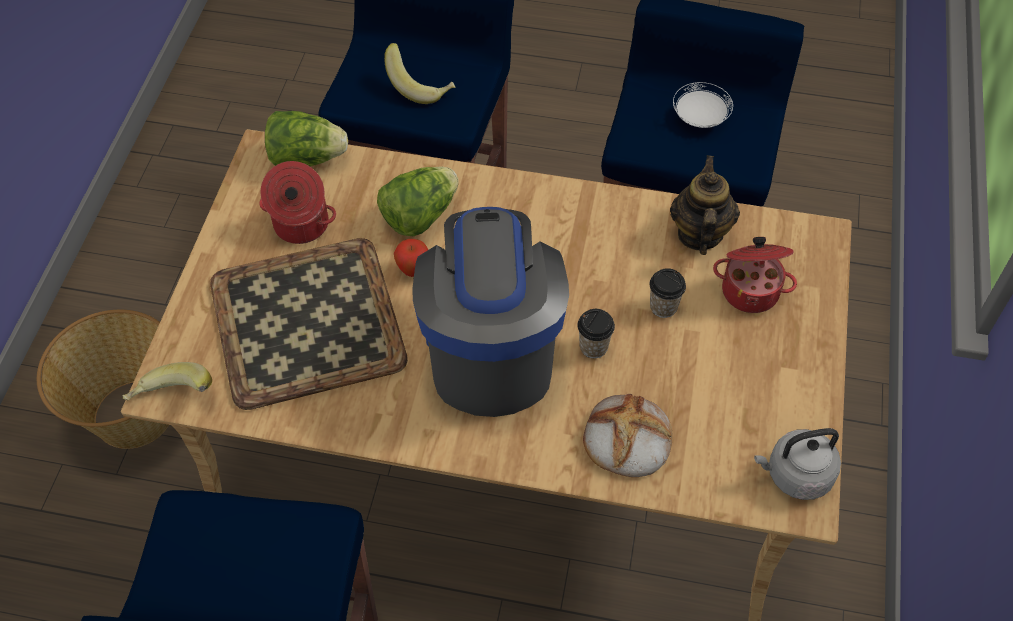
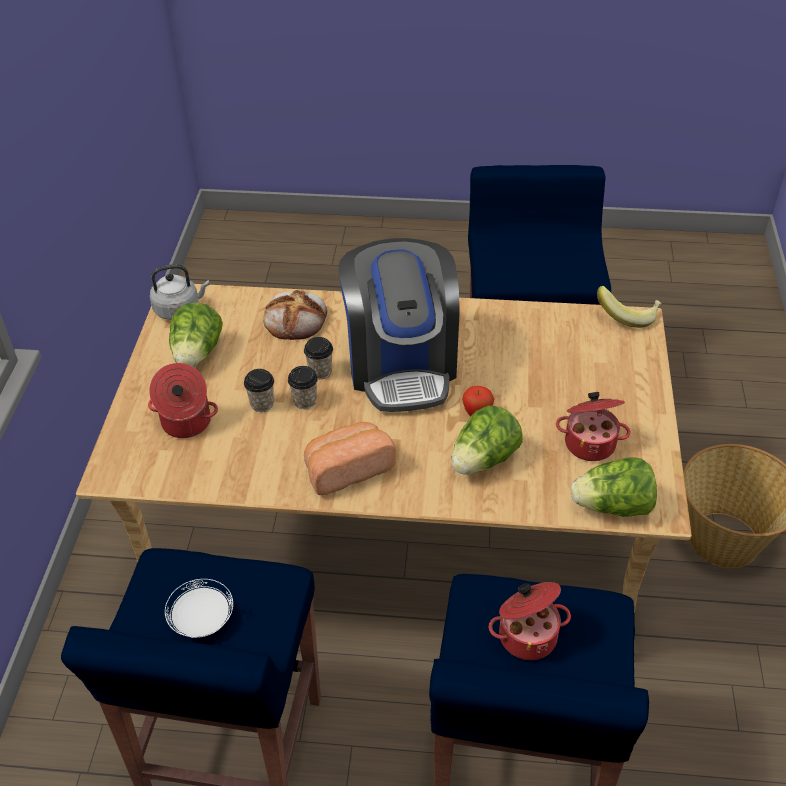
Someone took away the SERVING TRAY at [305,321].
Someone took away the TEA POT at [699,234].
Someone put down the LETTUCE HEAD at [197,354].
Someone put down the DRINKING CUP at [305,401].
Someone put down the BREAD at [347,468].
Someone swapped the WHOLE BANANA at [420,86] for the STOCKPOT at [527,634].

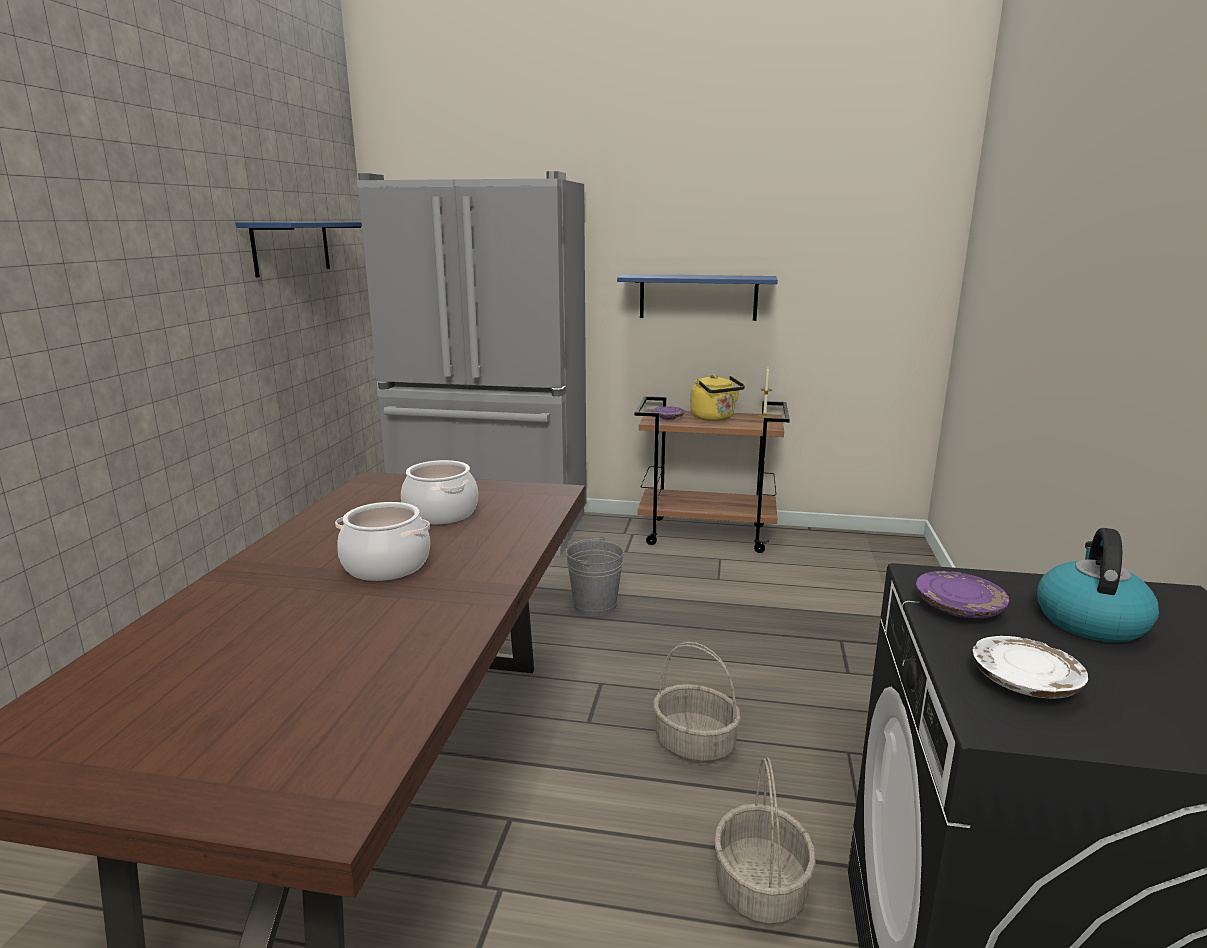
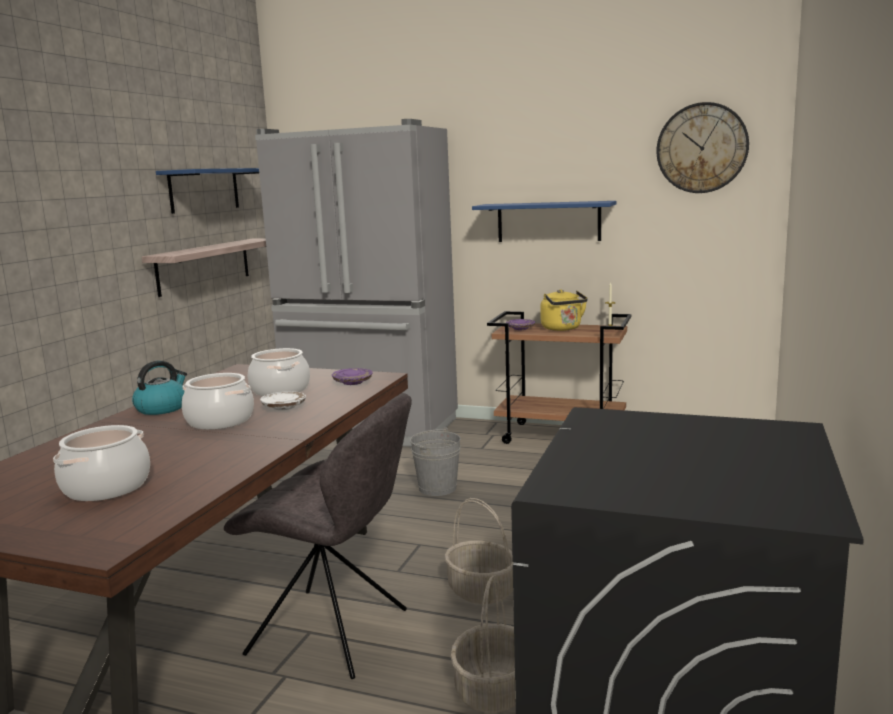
Someone put down the STOCKPOT at [106,487].
Someone put up the WALL SHELF at [204,266].
Someone put down the GREYISH CHAIR at [334,633].
Someone put up the HANGING CLOCK at [702,148].
Someone carried the PURPLISH PLATE from [958,608] to [353,382].
Someone carried the WHITISH PLATE from [1024,682] to [284,407].
Someone carried the KETTLE from [1089,620] to [162,408].

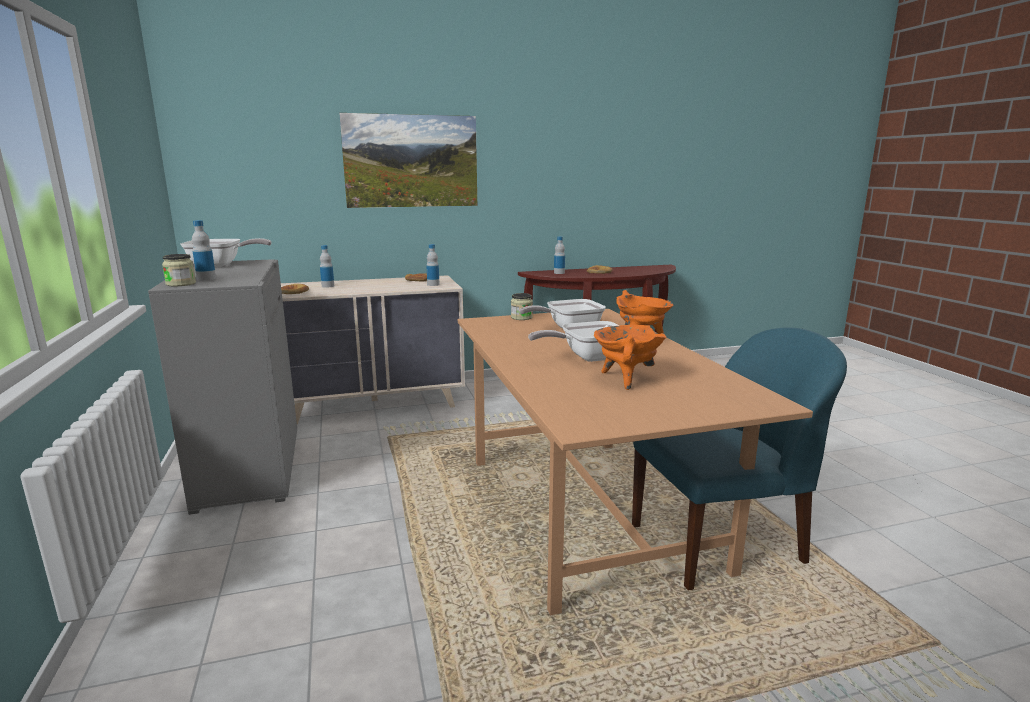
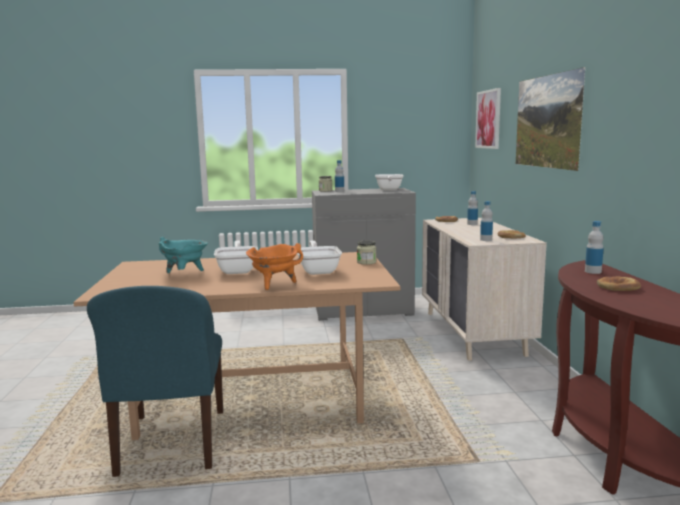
Someone put up the PICTURE at [488,119].
Someone repainted the ORANGEY STOCKPOT at [626,379], which became the TURQUOISE-COLOURED STOCKPOT at [184,274].

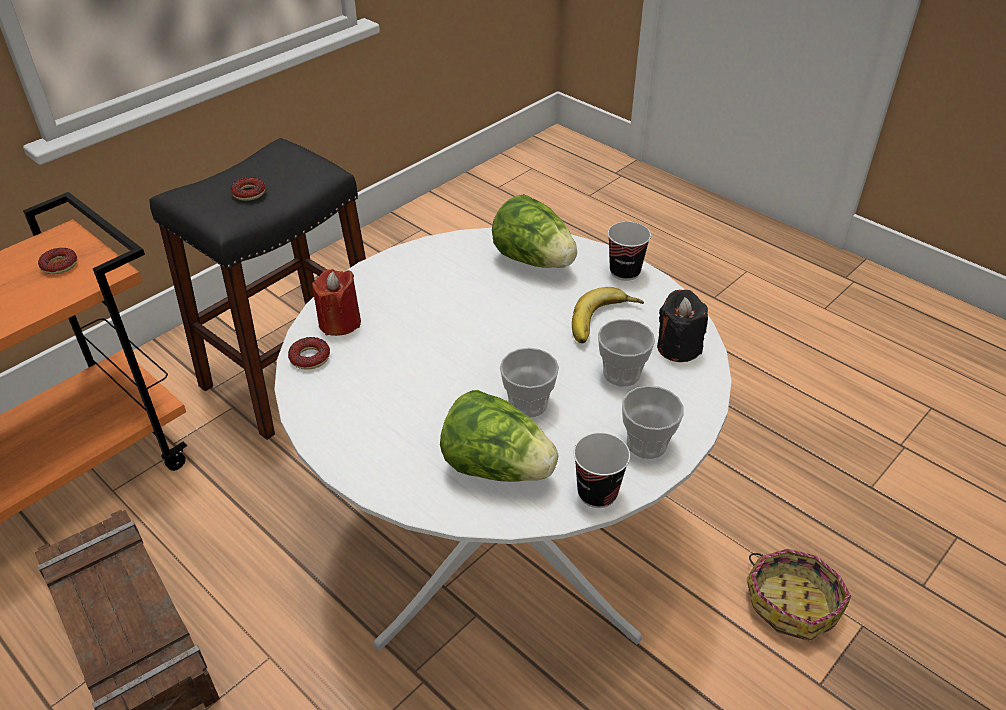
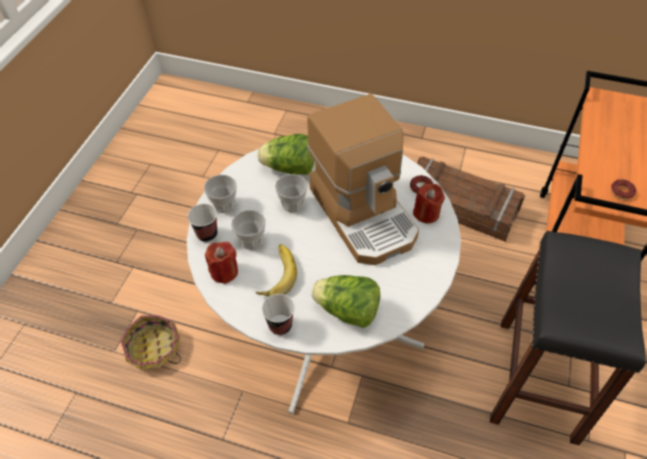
Someone took away the RING DOUGHNUT at [249,193].
Someone put down the COFFEE MACHINE at [364,213].
Someone carried the DRINKING CUP from [597,493] to [207,234].
Someone repainted the BLACKISH WAX CANDLE at [678,348], which became the REDDISH WAX CANDLE at [224,272].

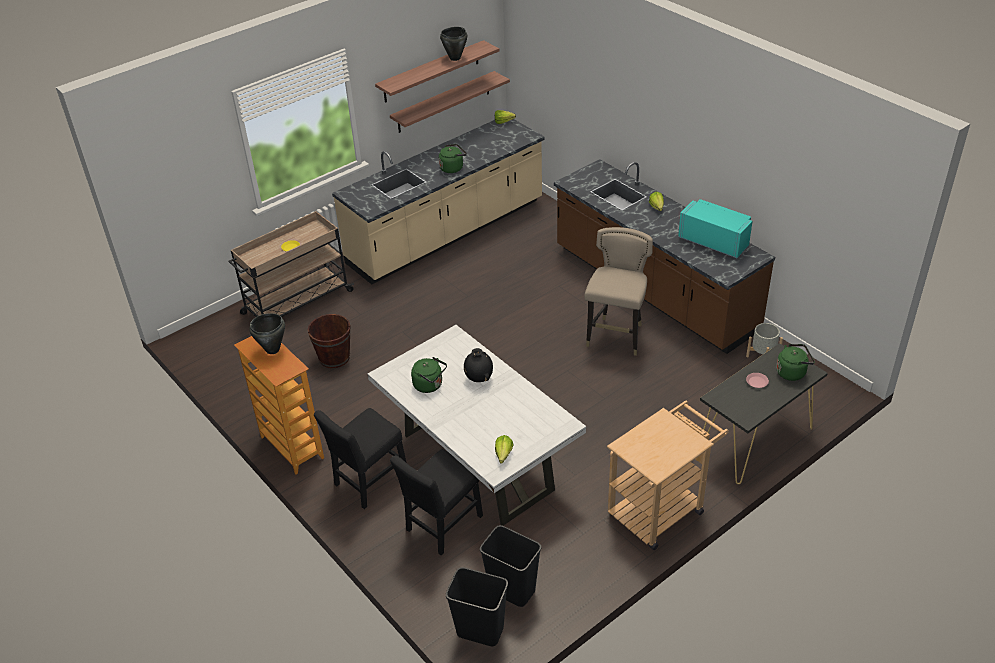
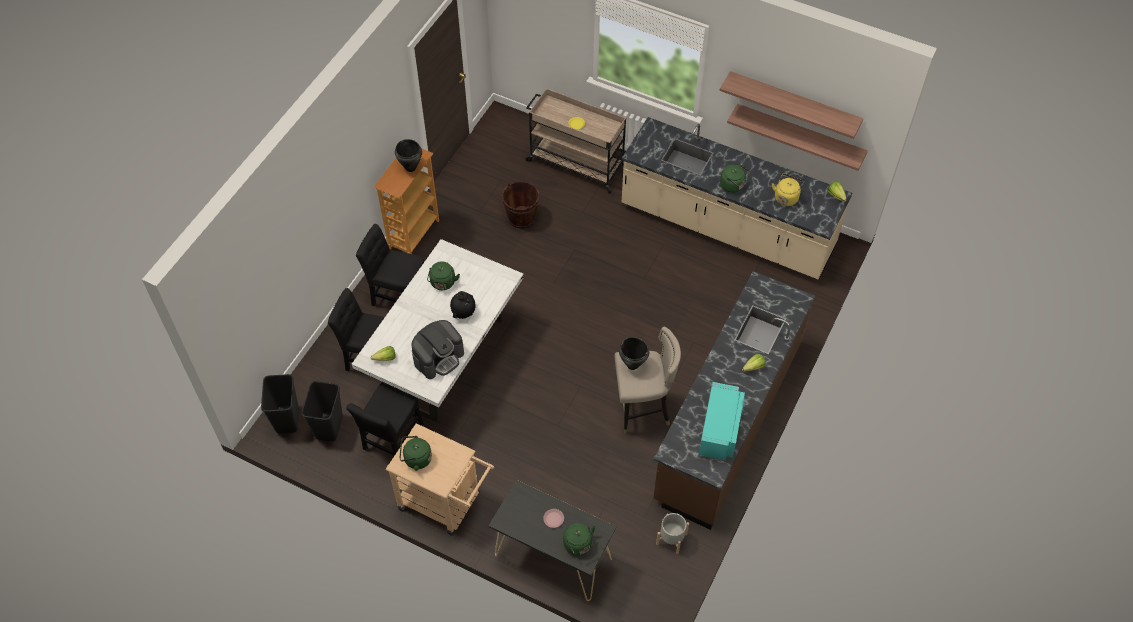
Someone put down the BLACKISH CHAIR at [392,440].
Someone put down the GREEN-COLOURED KETTLE at [416,459].
Someone put down the COFFEE MACHINE at [438,357].
Someone put down the YELLOWISH KETTLE at [786,197].
Someone carried the BLACKISH STOCKPOT from [454,58] to [632,364].

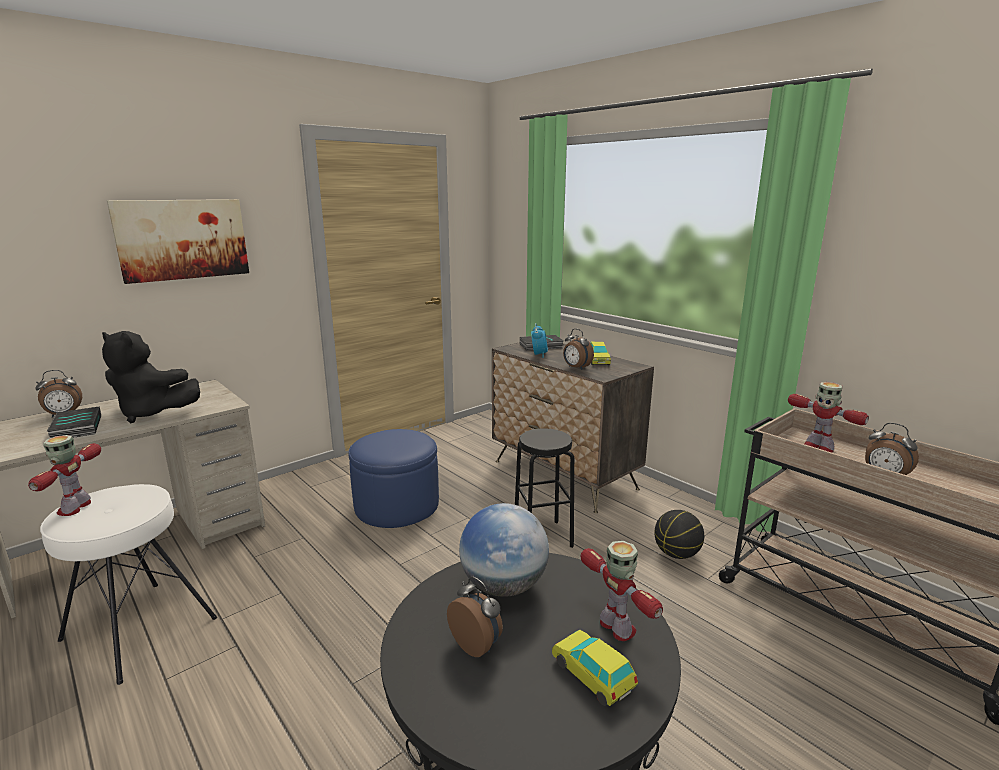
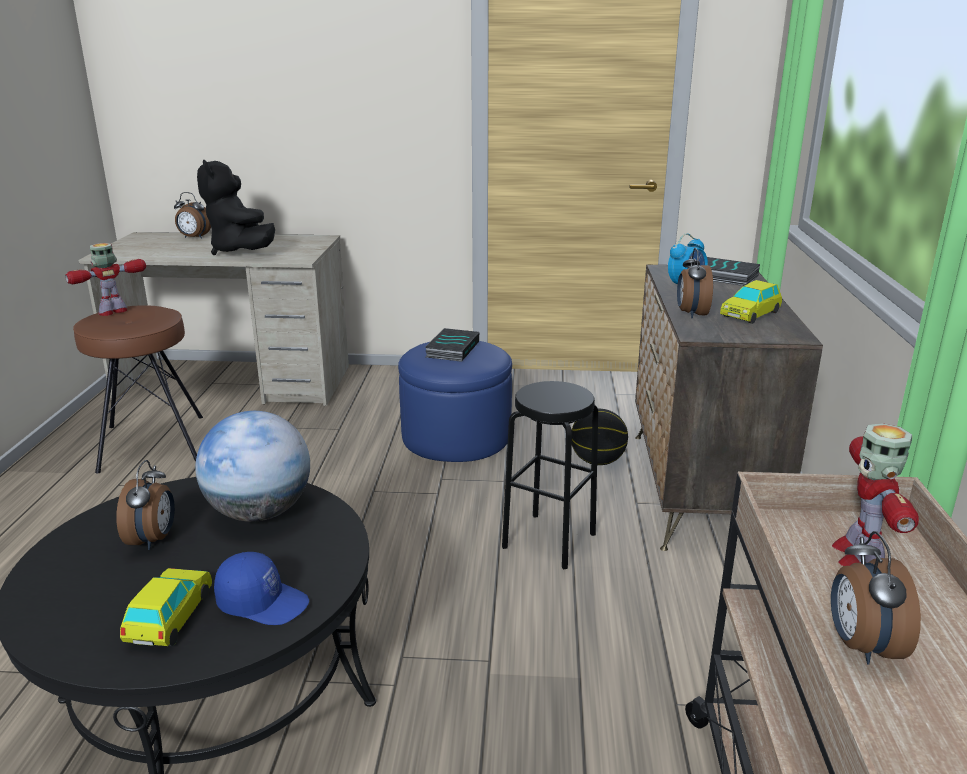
Someone took away the PICTURE at [182,239].
Someone carried the BOUND BOOK from [75,428] to [452,349].
Someone carried the BASKETBALL from [677,554] to [597,461].
Someone swapped the MODEL ROBOT at [617,628] for the BLUE CAP at [263,602].
Someone repainted the WHITISH SITTING STOOL at [138,629], which became the BROWN SITTING STOOL at [151,443].

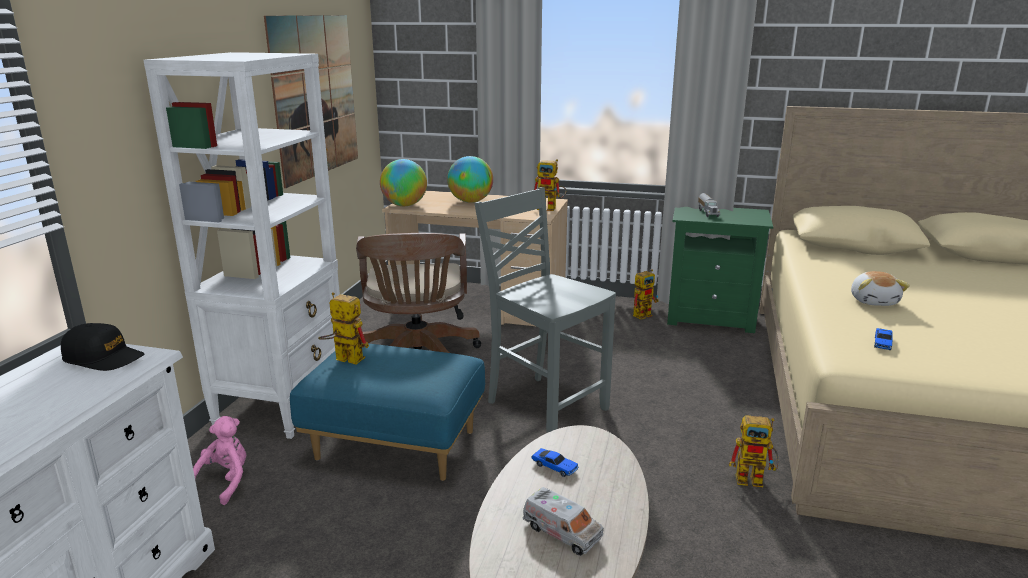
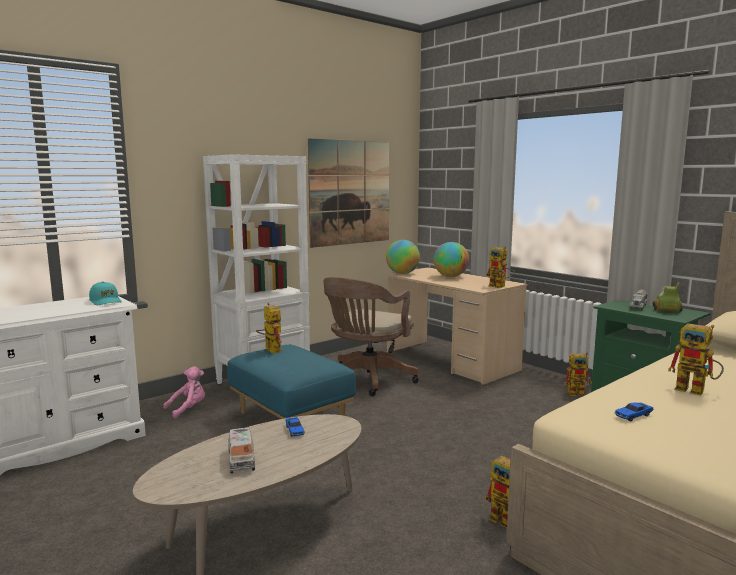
Someone took away the GREYISH CHAIR at [544,405].
Someone put down the MODEL CAR at [666,309].
Someone swapped the CUDDLY TOY at [874,301] for the MODEL ROBOT at [697,390].
Someone repainted the BLACKISH CAP at [104,358], which became the TURQUOISE-COLOURED CAP at [105,301].

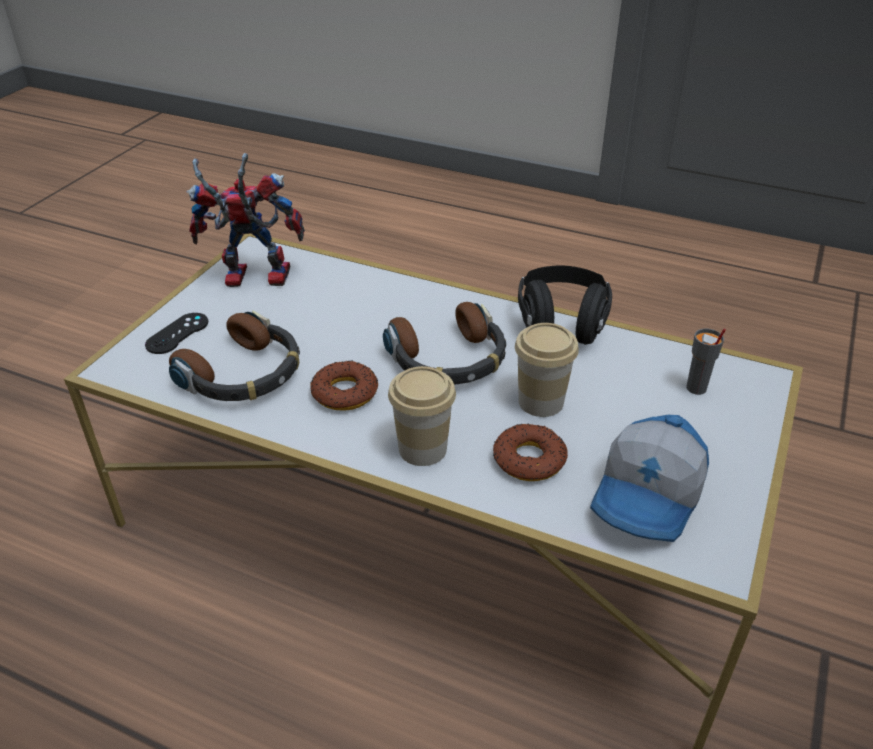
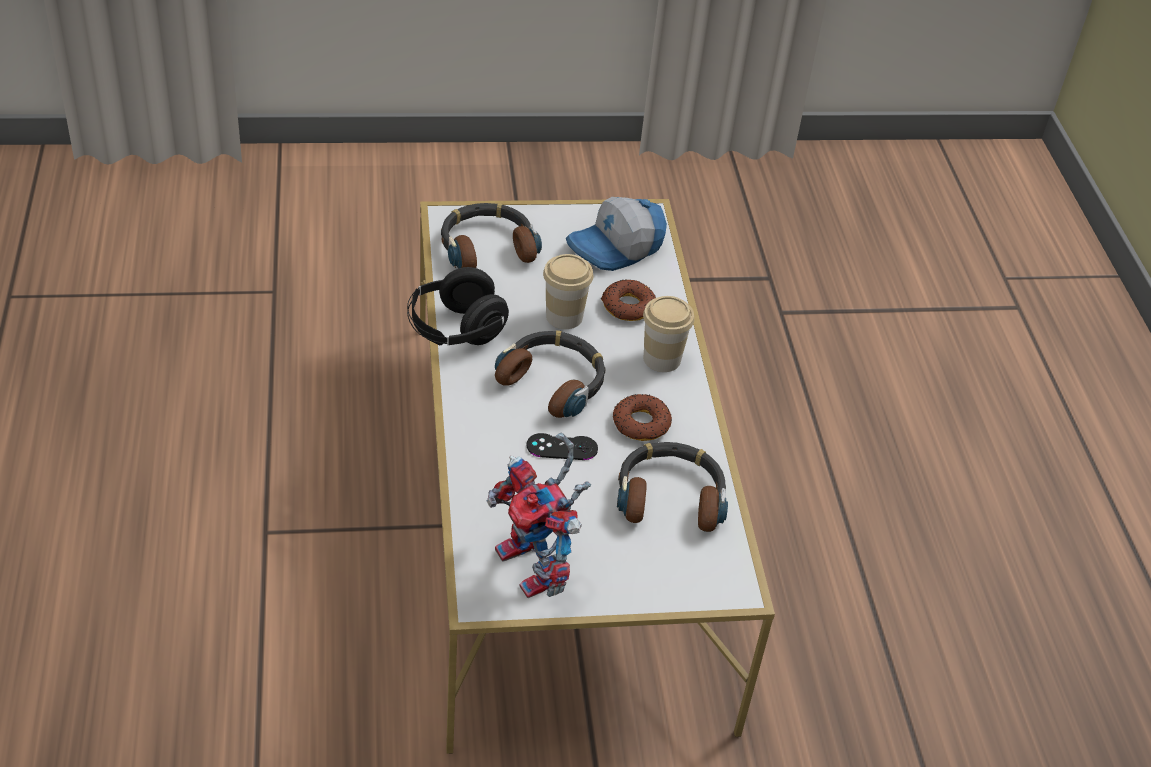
Someone carried the BLACKISH JOYPAD from [177,333] to [562,447].
Someone swapped the GREYISH DRINKING CUP at [696,388] for the HEADSET at [487,246].
Someone rotated the CAP at [650,497] by 150 degrees clockwise.

